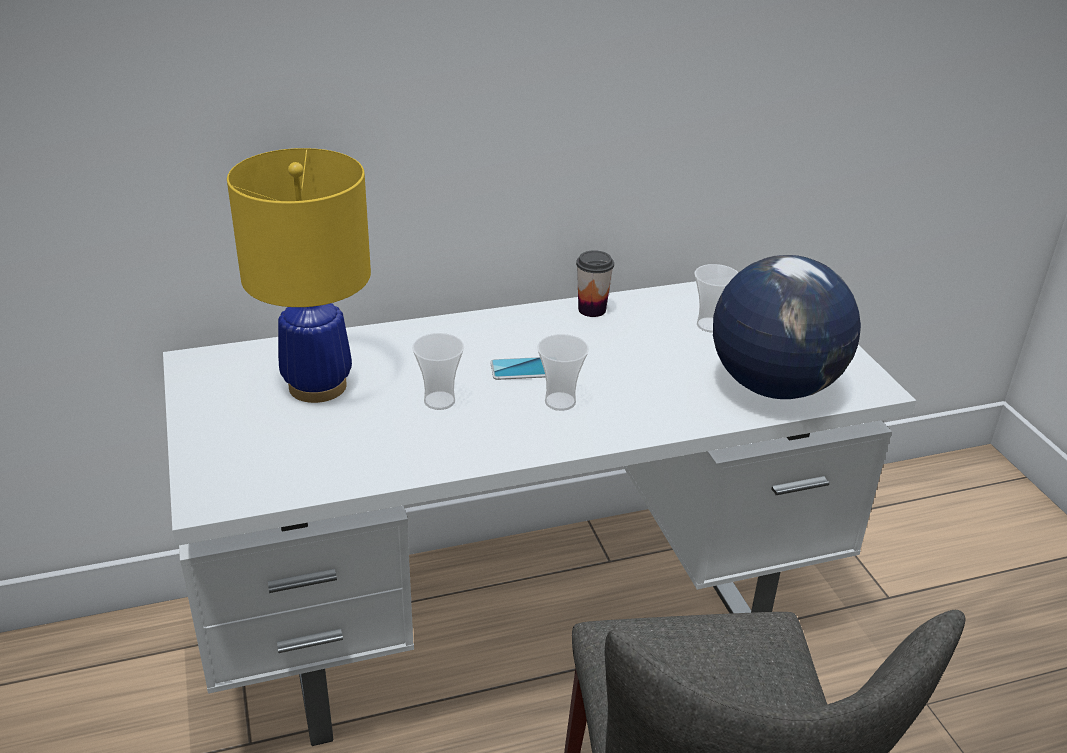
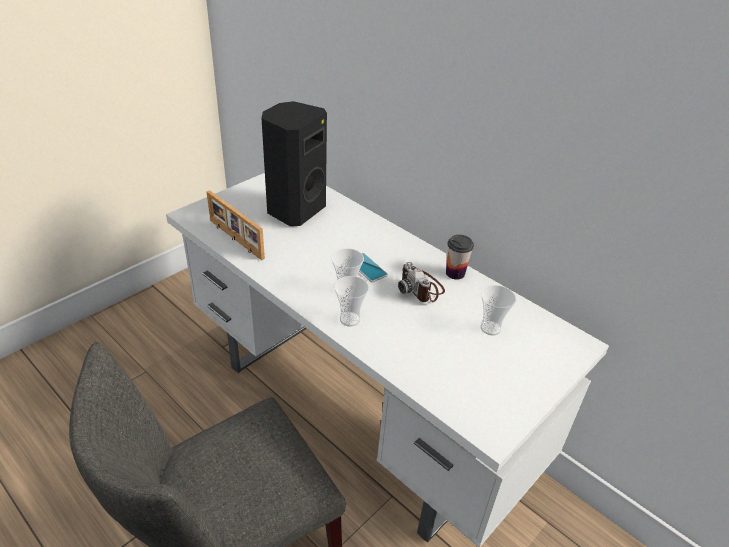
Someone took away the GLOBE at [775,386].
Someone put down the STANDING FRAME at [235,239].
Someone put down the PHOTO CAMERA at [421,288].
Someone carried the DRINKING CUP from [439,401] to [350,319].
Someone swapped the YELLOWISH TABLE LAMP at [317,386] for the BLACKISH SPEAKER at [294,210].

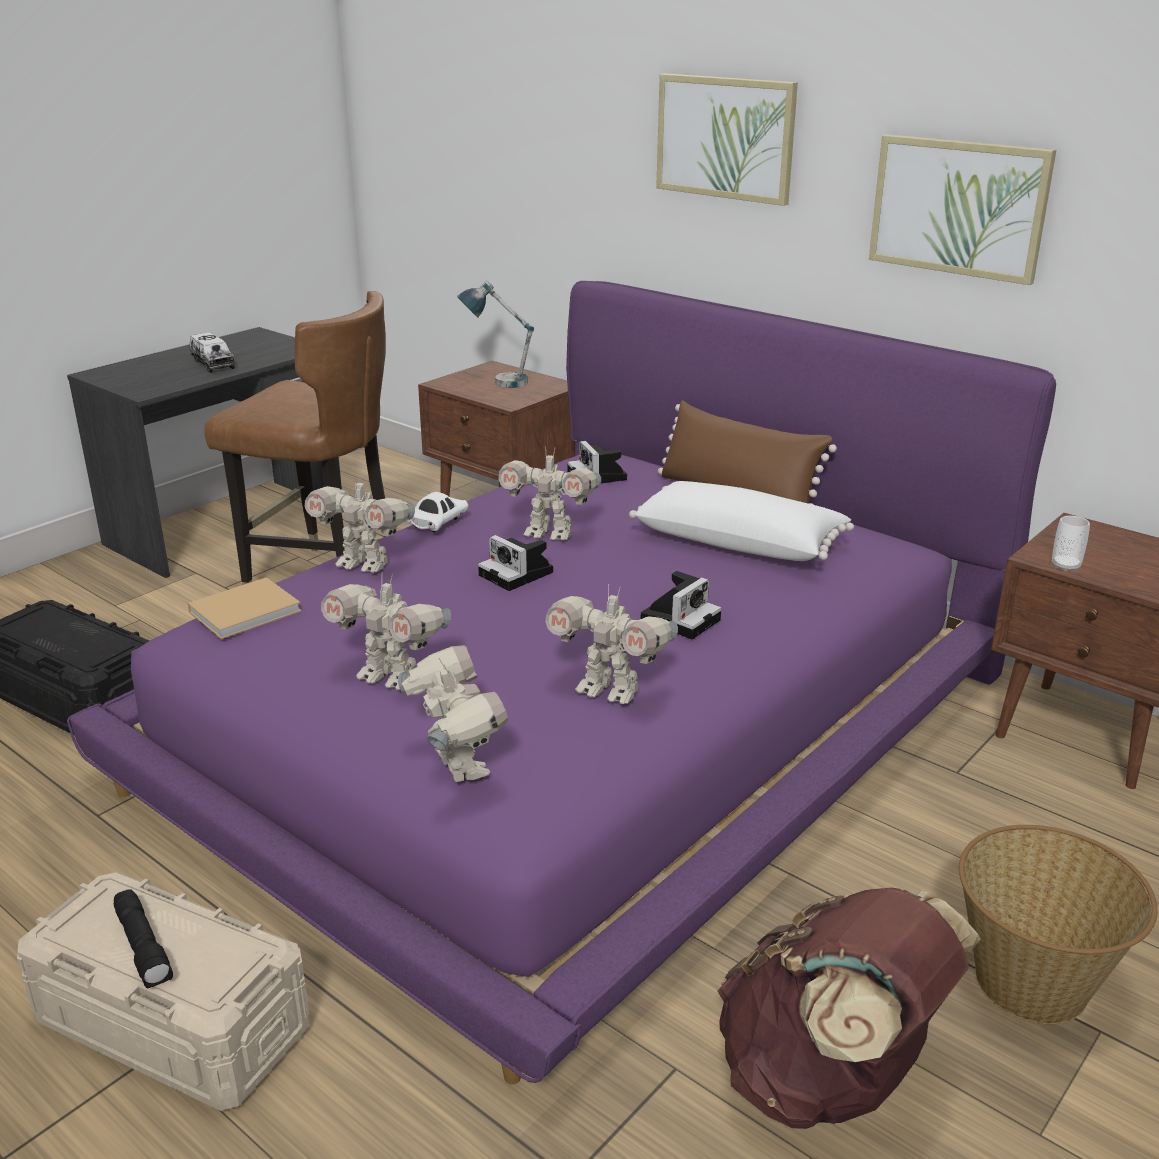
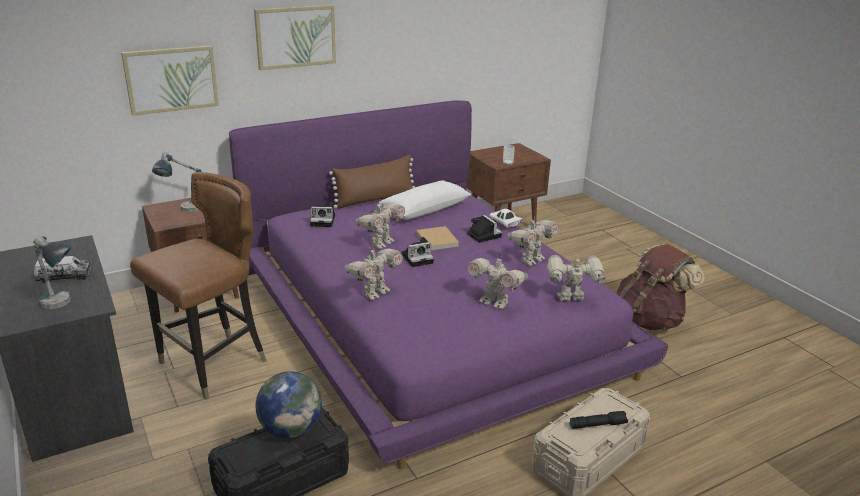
Someone took away the BASKET at [1033,981].
Someone put down the TABLE LAMP at [61,306].
Someone put down the GLOBE at [291,429].
Someone carried the BEIGE BOUND BOOK from [248,610] to [436,239].
Someone carried the WHITISH MODEL CAR from [436,523] to [505,223].
Someone carried the PICTURE from [958,207] to [171,79].
Someone rotated the MODEL ROBOT at [390,677] by 75 degrees clockwise.

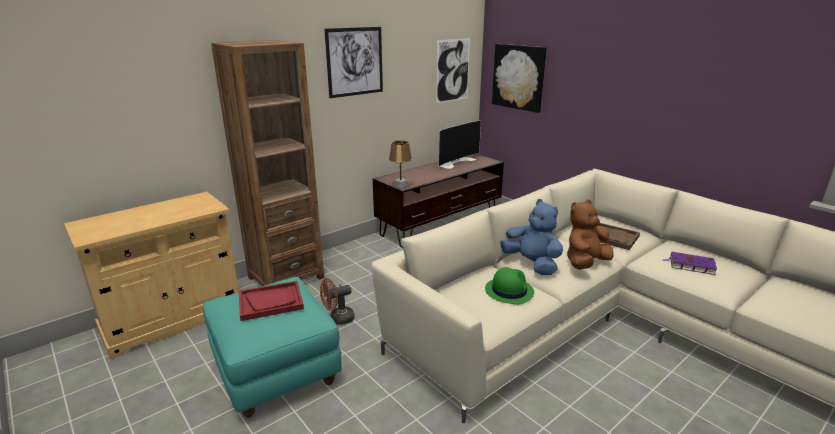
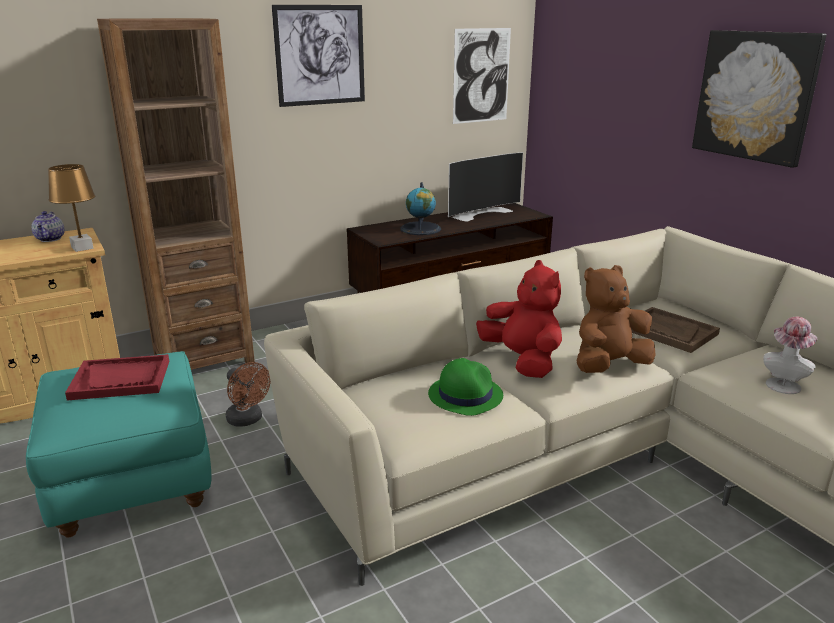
Someone put down the TEA POT at [51,239].
Someone put down the GLOBE at [420,229].
Someone carried the BROWN TABLE LAMP from [401,185] to [82,248].
Someone carried the PICTURE from [518,77] to [755,96].
Someone swapped the PURPLISH BOUND BOOK at [690,265] for the WEARABLE HAT at [783,384].
Someone repainted the BLUE CUDDLY TOY at [531,264], which became the REDDISH CUDDLY TOY at [522,361].
Someone rotated the BROWN ELECTRIC FAN at [338,319] by 120 degrees counterclockwise.

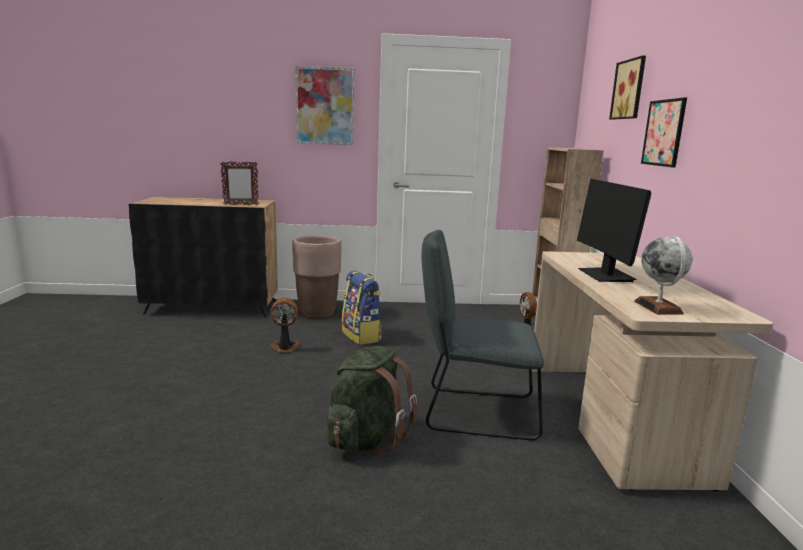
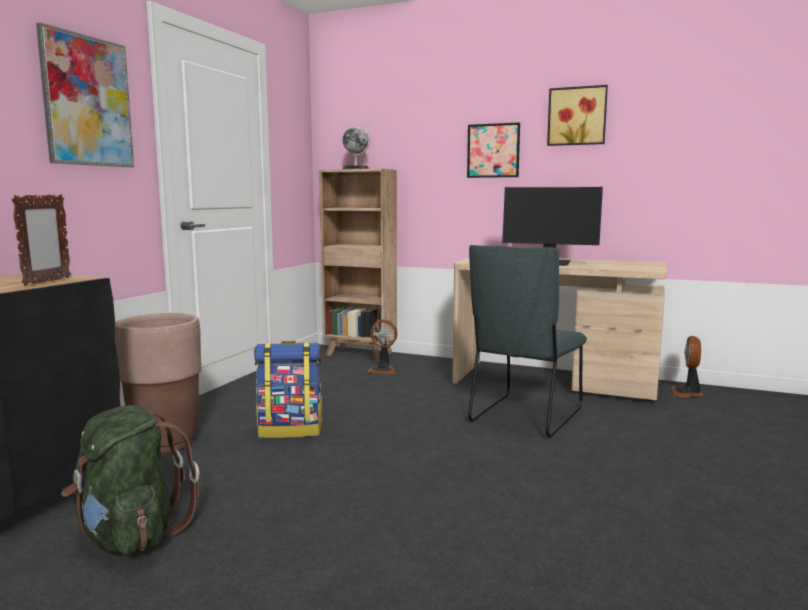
Someone carried the ELECTRIC FAN from [285,348] to [687,393].
Someone carried the GREEN-COLOURED KNAPSACK from [366,438] to [130,536].
Someone carried the PICTURE from [630,89] to [577,116].
Someone carried the GLOBE from [658,307] to [356,169].

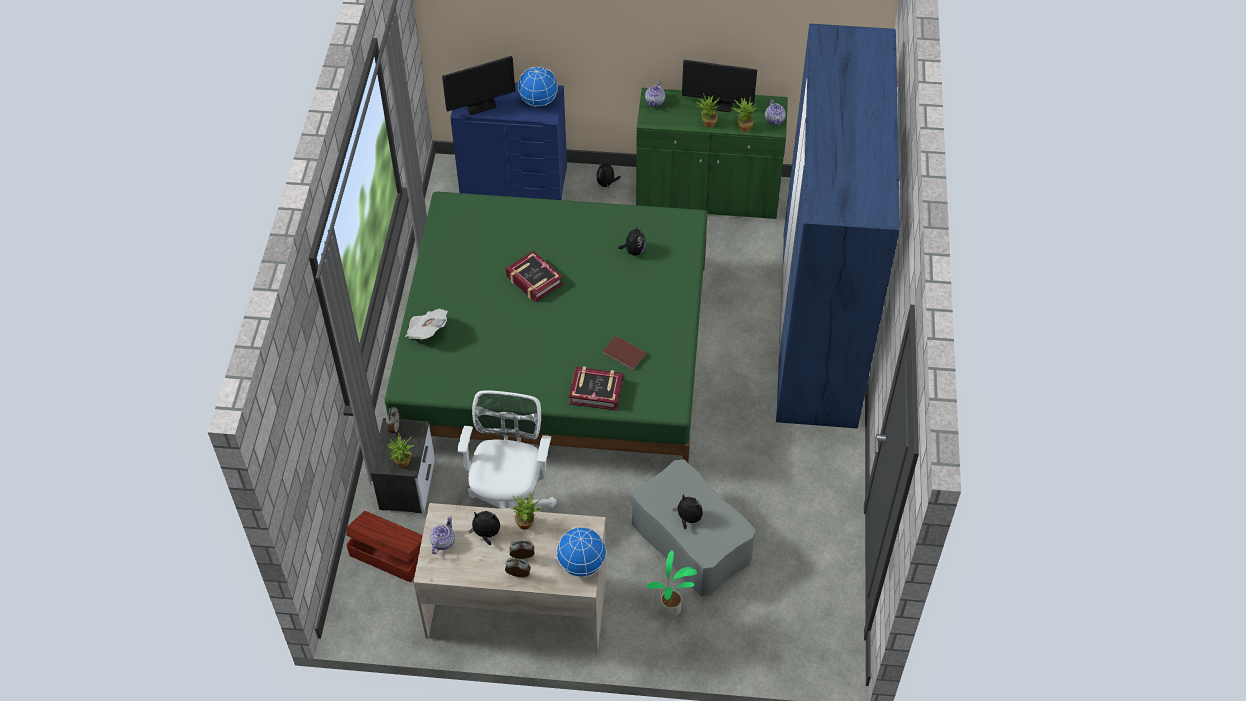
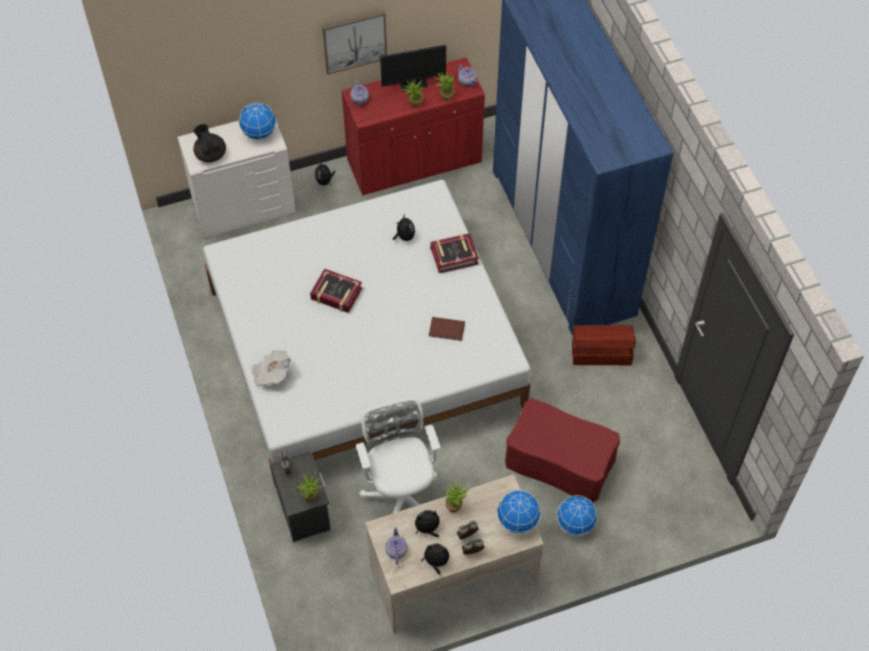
Someone put up the PICTURE at [354,41].
Someone carried the BROWN STORAGE BOX from [388,555] to [600,352].
Someone carried the BOUND BOOK from [596,391] to [454,256].
Someone carried the CUDDLY TOY from [688,519] to [436,562].
Someone swapped the MONITOR at [480,105] for the BLACKISH TEA POT at [210,154].
Someone swapped the PLANT IN A POT at [671,609] for the GLOBE at [575,524].
Someone repainted the GREEN-COLOURED SLEEPING BED at [556,353], which became the WHITISH SLEEPING BED at [365,346].
Someone repainted the BLUE CHEST OF DRAWERS at [514,181], which became the WHITISH CHEST OF DRAWERS at [244,207].
Someone repainted the GREYISH FOOTREST at [691,541], which became the REDDISH FOOTREST at [559,461].
Someone repainted the GREEN-COLOURED CABINET at [707,196], which became the REDDISH CABINET at [414,162].

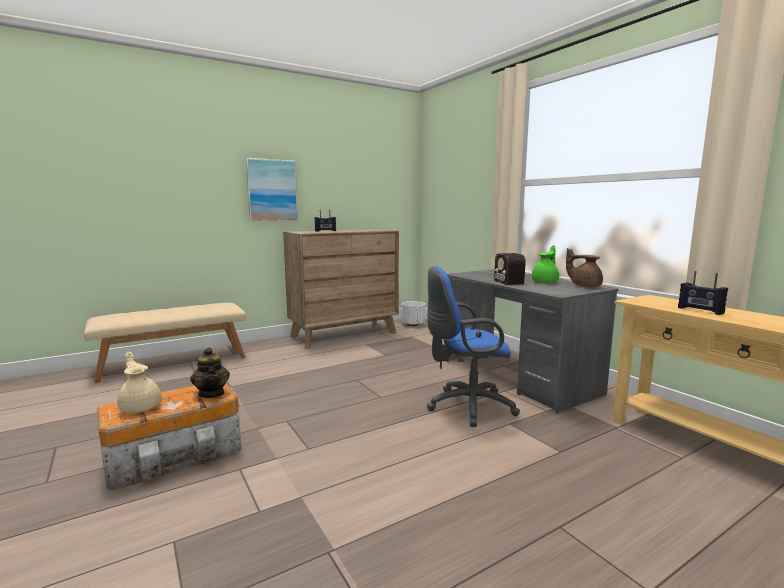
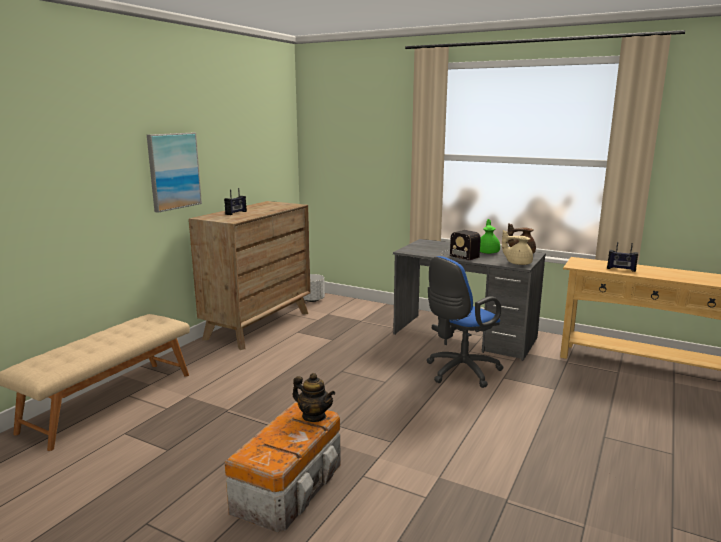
Someone carried the BEIGE TEA POT from [141,407] to [517,263].

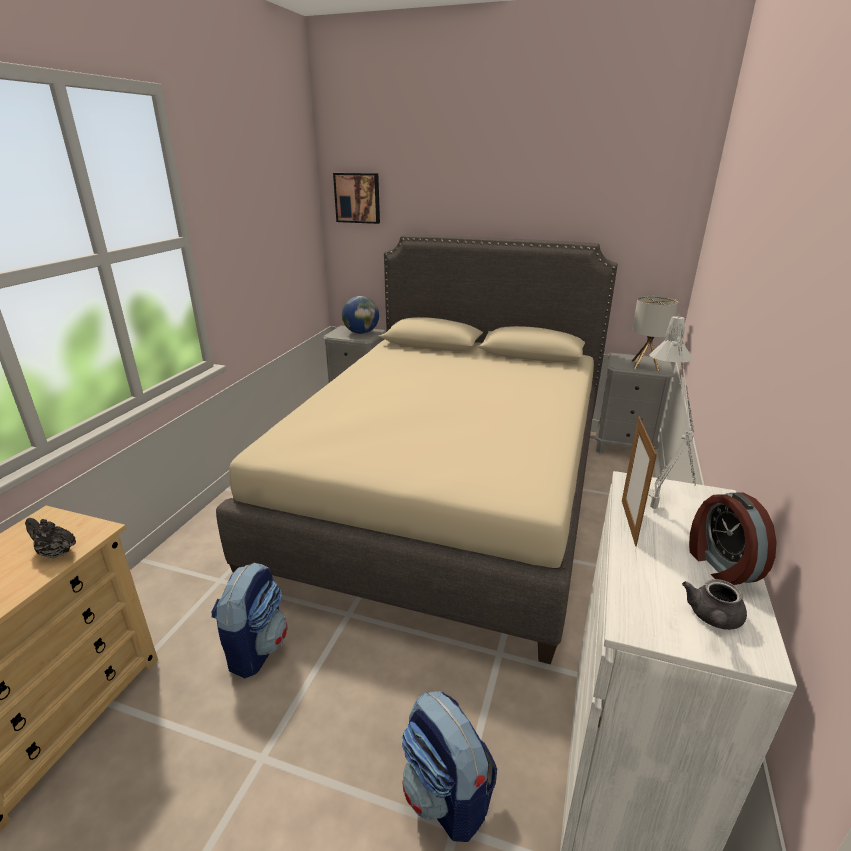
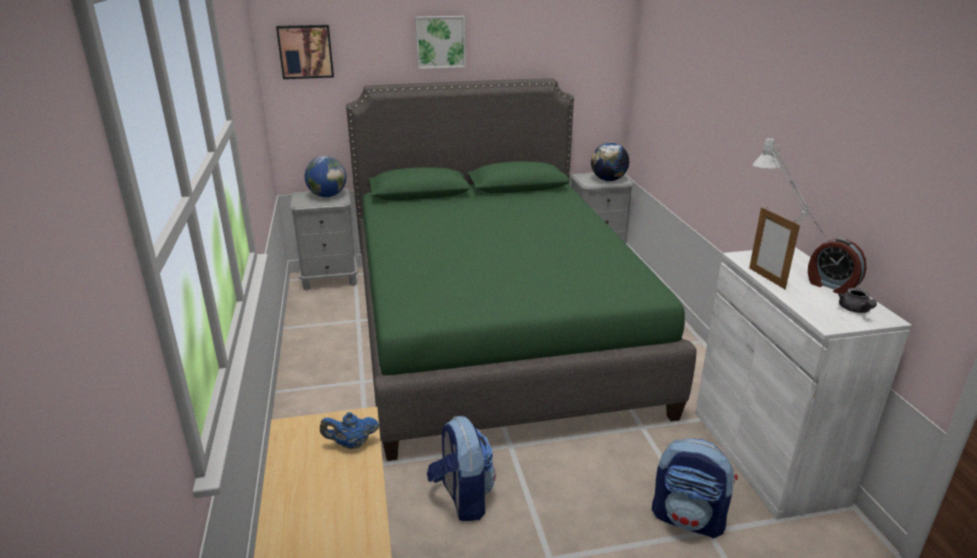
Someone put up the PICTURE at [440,42].
Someone swapped the TABLE LAMP at [644,365] for the GLOBE at [608,180].
Someone repainted the BLACKISH TEA POT at [56,552], which became the BLUE TEA POT at [351,444].
Someone repainted the BEIGE SLEEPING BED at [447,492], which became the GREEN-COLOURED SLEEPING BED at [493,329].

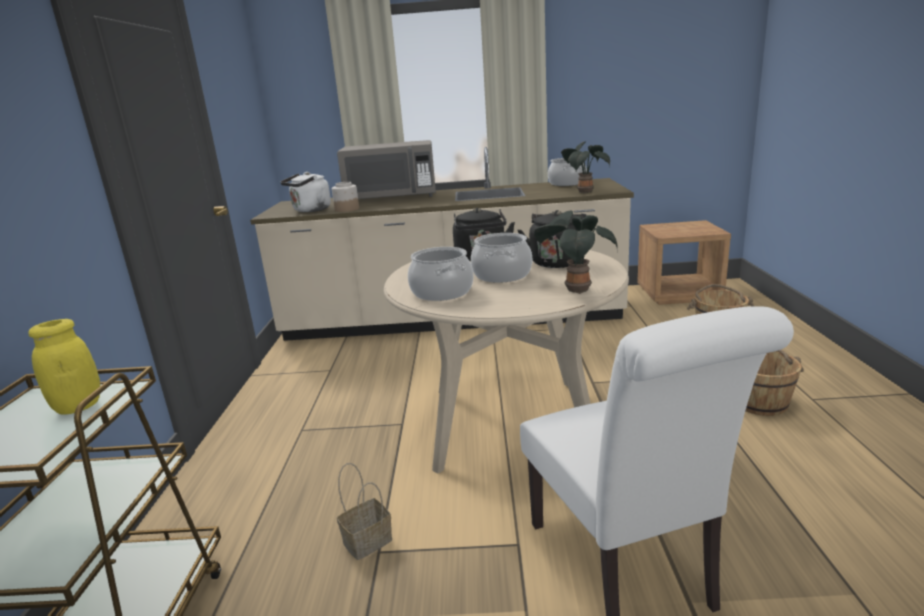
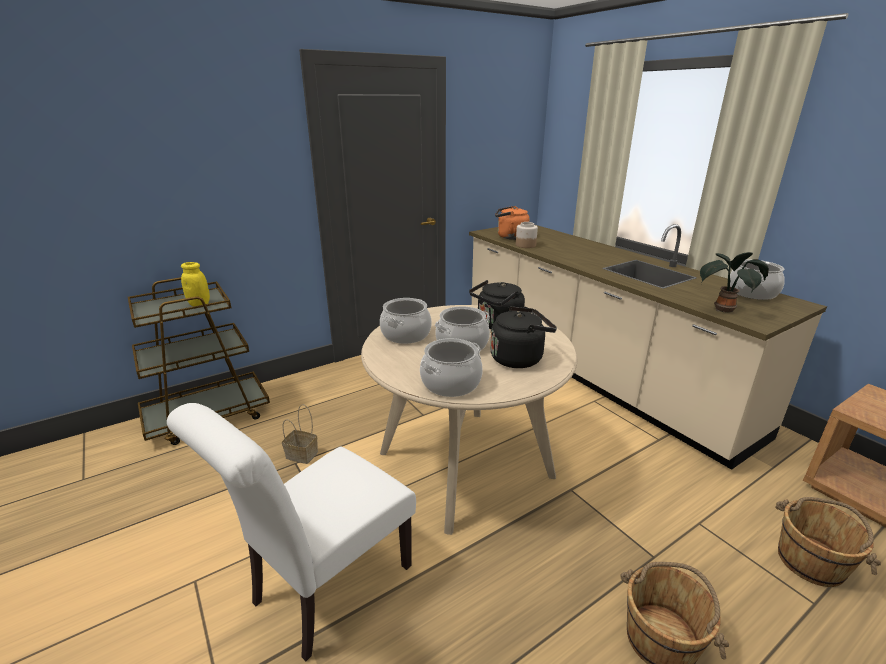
Someone took away the GREYISH MICROWAVE OVEN at [392,197].
Someone swapped the PLANT IN A POT at [575,289] for the STOCKPOT at [451,383].
Someone repainted the WHITISH KETTLE at [310,210], which became the ORANGEY KETTLE at [510,237].

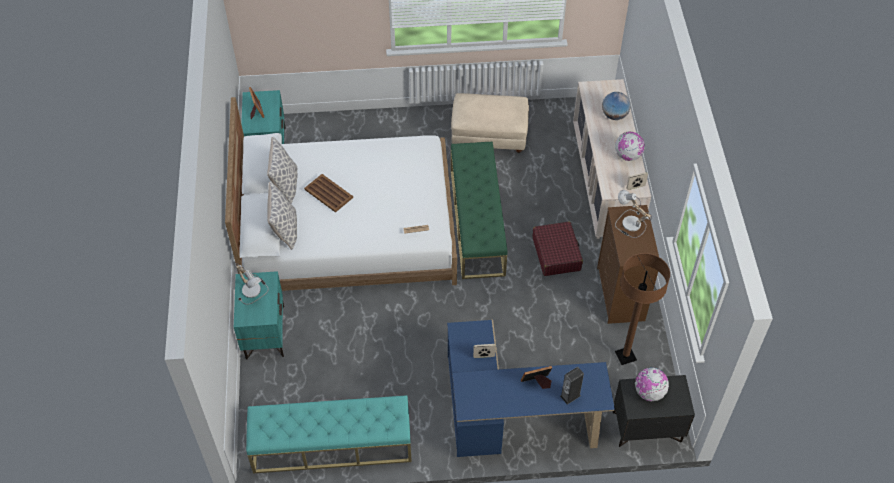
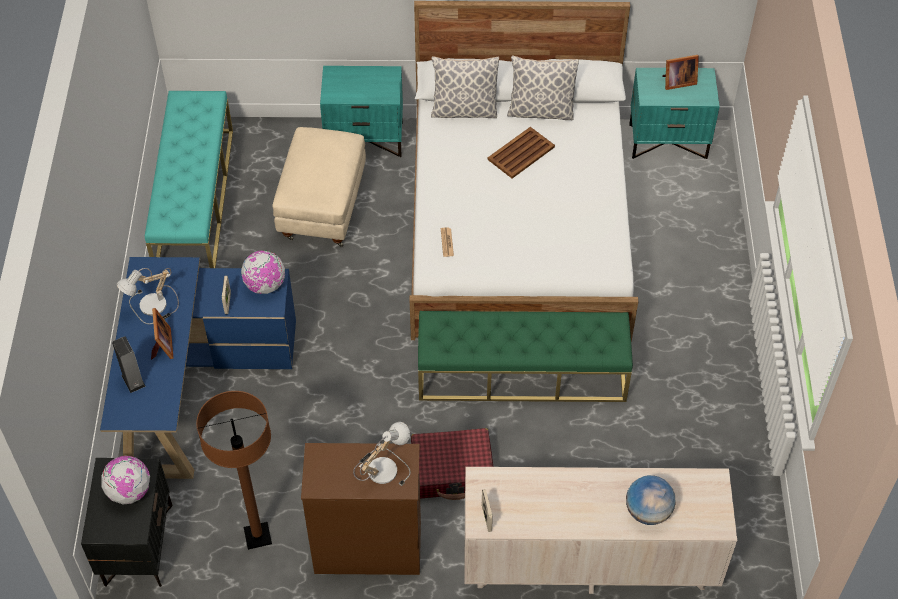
Someone carried the TABLE LAMP from [253,289] to [152,307].
Someone carried the BEIGE FOOTREST from [489,139] to [322,207].
Someone carried the GLOBE from [628,155] to [265,285].

